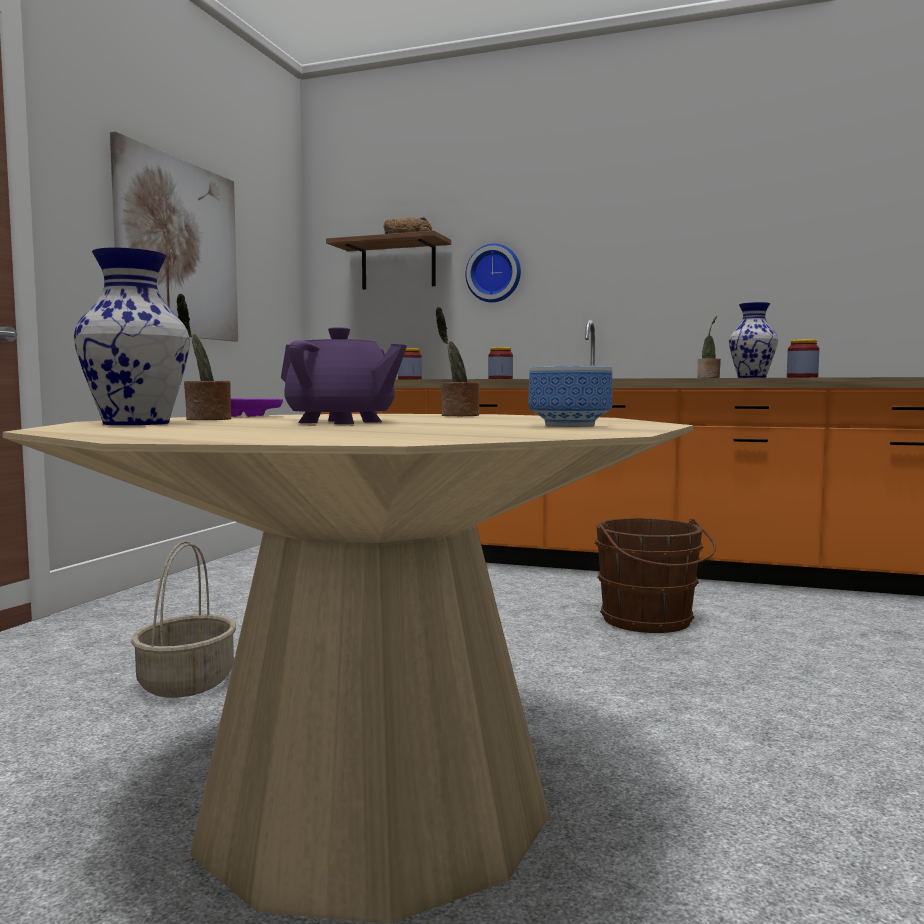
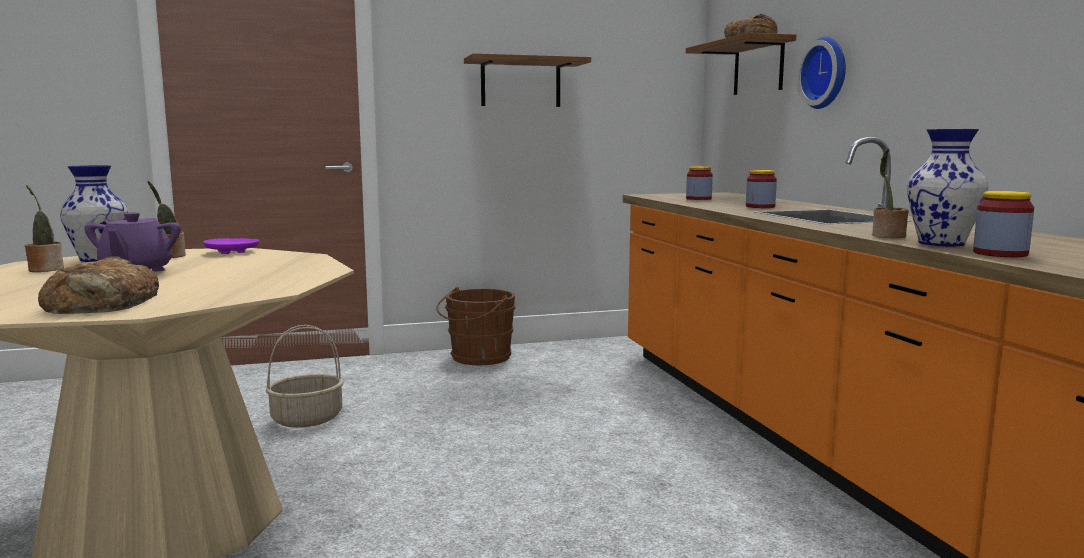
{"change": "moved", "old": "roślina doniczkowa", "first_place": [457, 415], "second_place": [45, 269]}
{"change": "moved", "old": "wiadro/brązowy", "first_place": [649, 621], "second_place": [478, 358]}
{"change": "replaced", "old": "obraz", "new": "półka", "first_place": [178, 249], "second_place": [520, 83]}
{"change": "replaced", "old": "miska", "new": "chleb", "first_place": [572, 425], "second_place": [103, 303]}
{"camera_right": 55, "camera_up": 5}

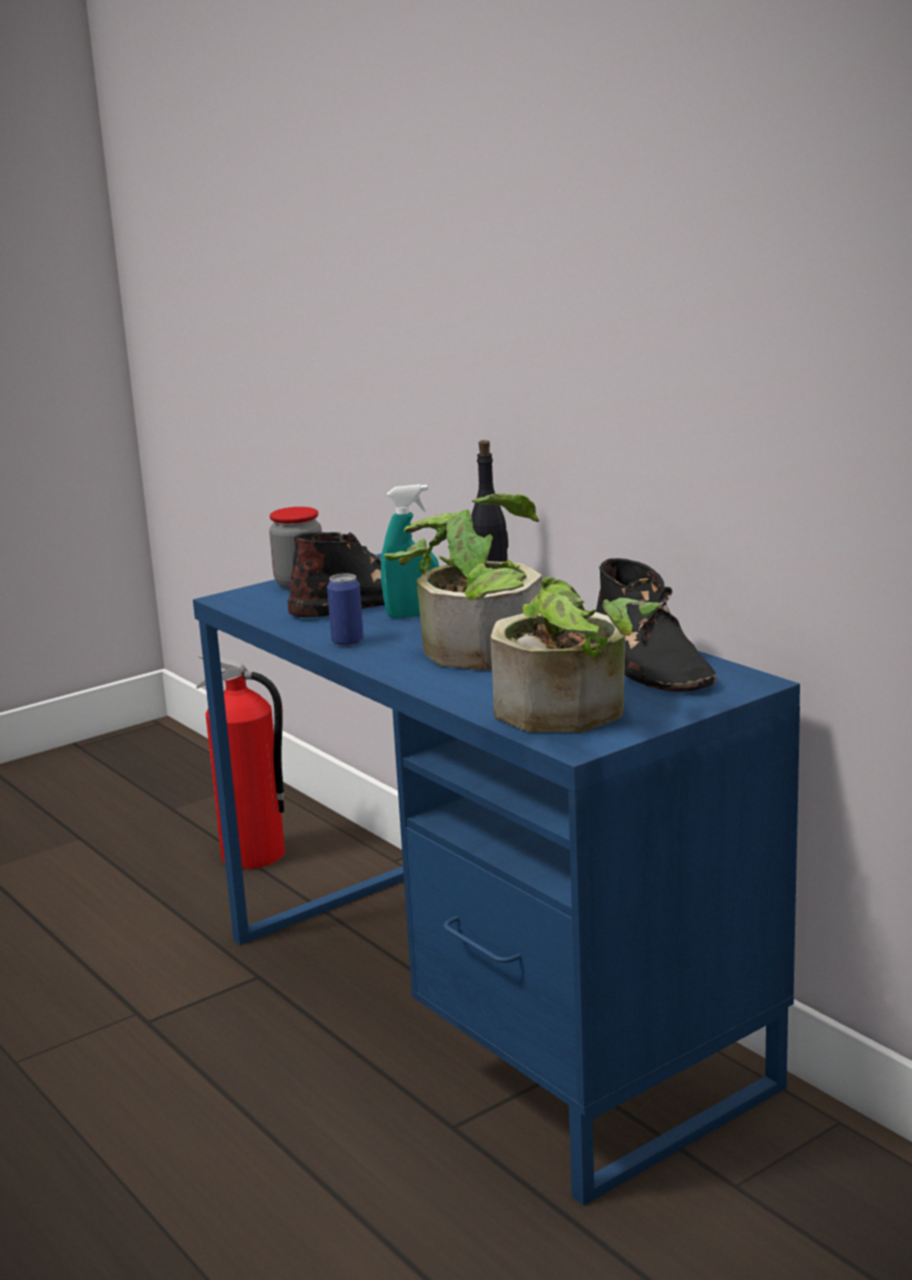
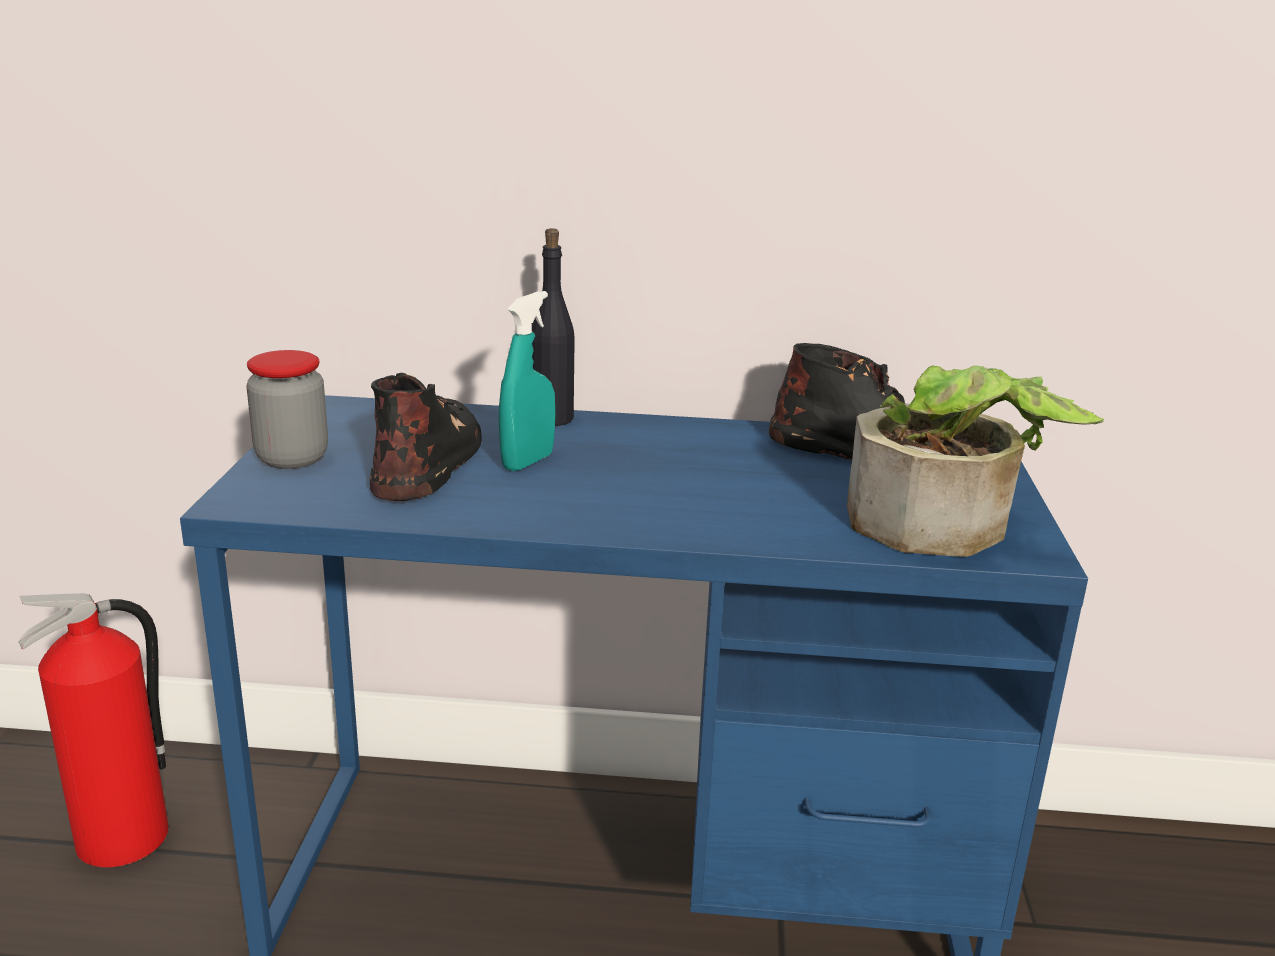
{"change": "removed", "old": "puszka", "first_place": [347, 642]}
{"change": "removed", "old": "roślina doniczkowa", "first_place": [474, 644]}
{"camera_right": -50, "camera_up": 5}

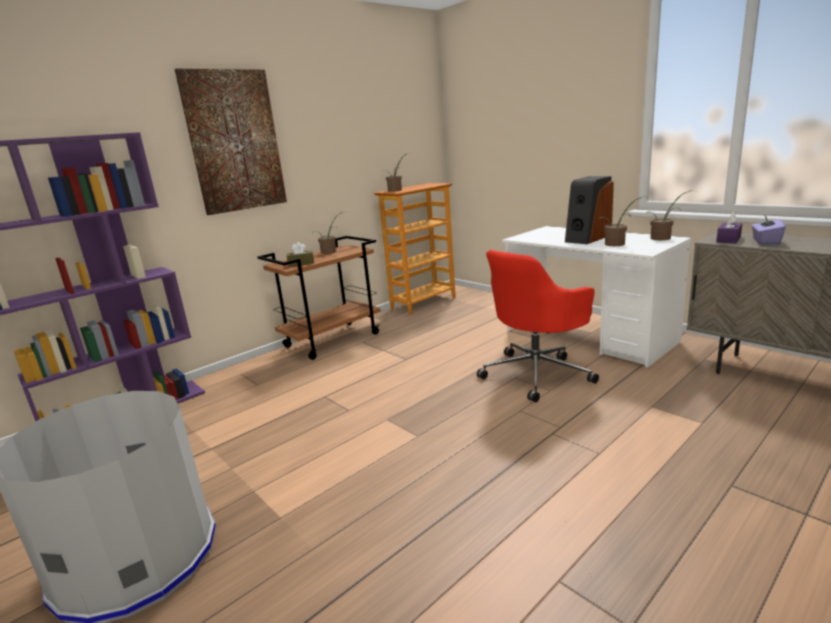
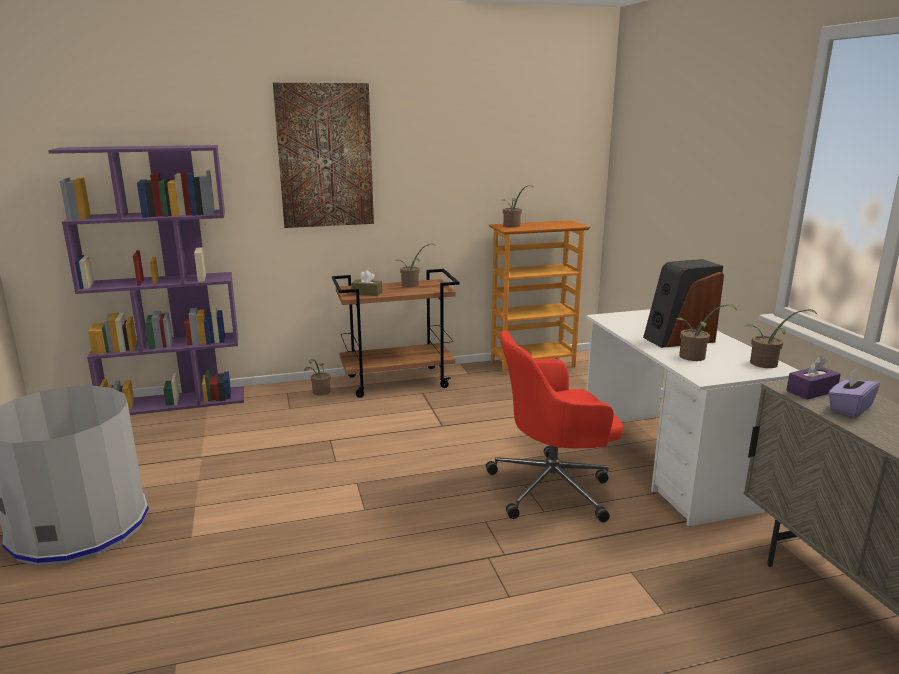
{"change": "added", "new": "roślina doniczkowa", "second_place": [319, 393]}
{"camera_right": 25, "camera_up": 0}

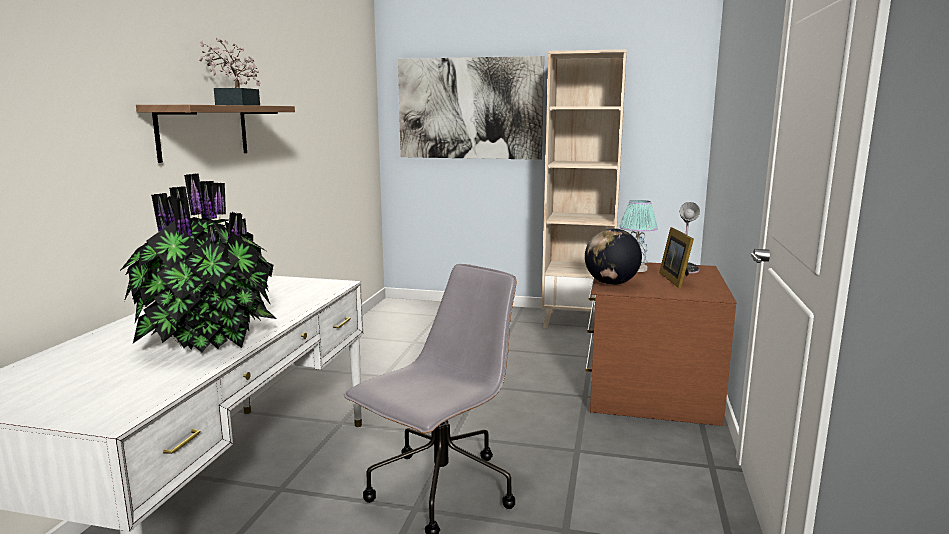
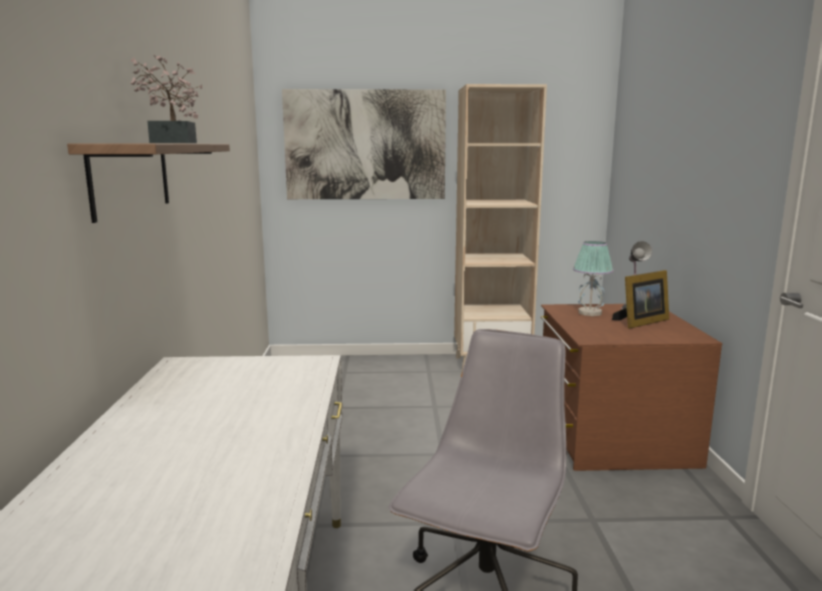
{"change": "removed", "old": "roślina doniczkowa", "first_place": [208, 339]}
{"change": "removed", "old": "globus", "first_place": [611, 283]}
{"change": "turned", "old": "ramka na zdjęcie", "first_place": [676, 279], "second_place": [641, 322], "degrees": -105}
{"camera_right": -15, "camera_up": 0}

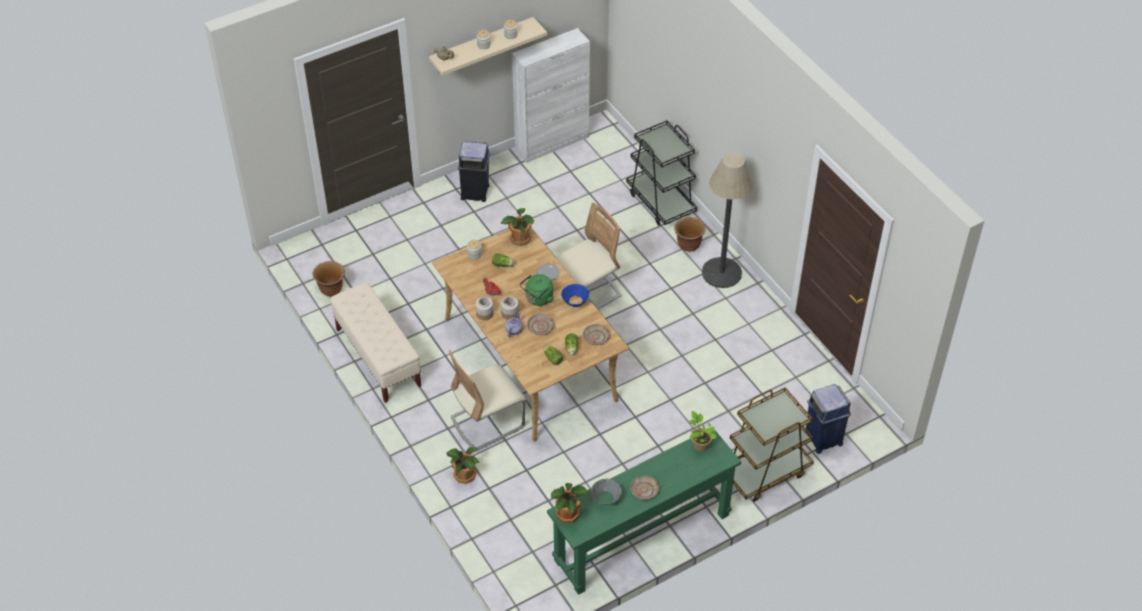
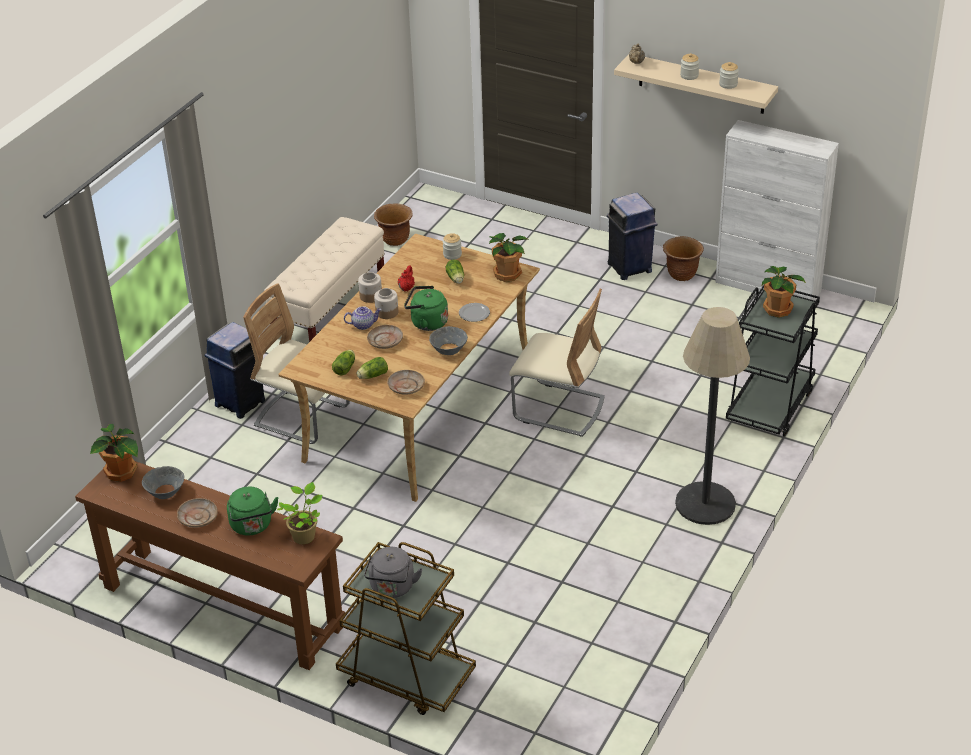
{"change": "added", "new": "czajnik/zielony", "second_place": [252, 526]}
{"change": "added", "new": "czajnik/szary", "second_place": [392, 588]}
{"change": "moved", "old": "roślina doniczkowa", "first_place": [464, 475], "second_place": [778, 309]}
{"change": "moved", "old": "donica/brązowy", "first_place": [688, 245], "second_place": [681, 274]}
{"change": "moved", "old": "kosz na śmieci/niebieski", "first_place": [823, 438], "second_place": [241, 402]}
{"change": "recoloured", "old": "stolik konsolowy/zielony", "new": "stolik konsolowy/brązowy", "first_place": [642, 537], "second_place": [222, 606]}
{"change": "recoloured", "old": "miska/niebieski", "new": "miska/szary", "first_place": [575, 301], "second_place": [449, 349]}
{"camera_right": 60, "camera_up": -10}

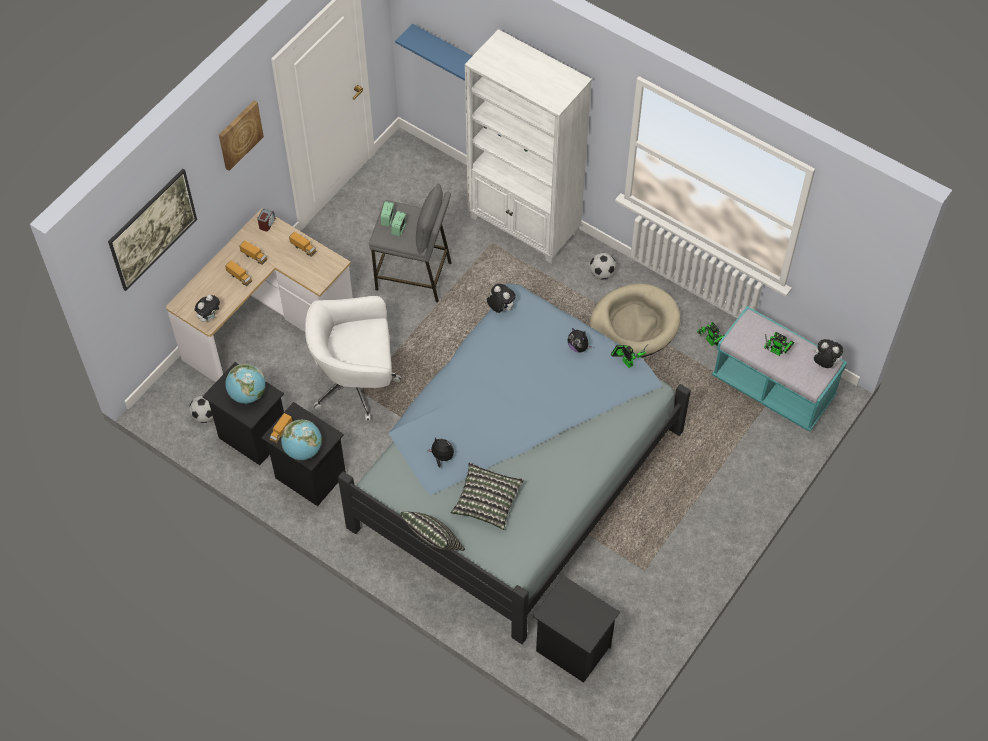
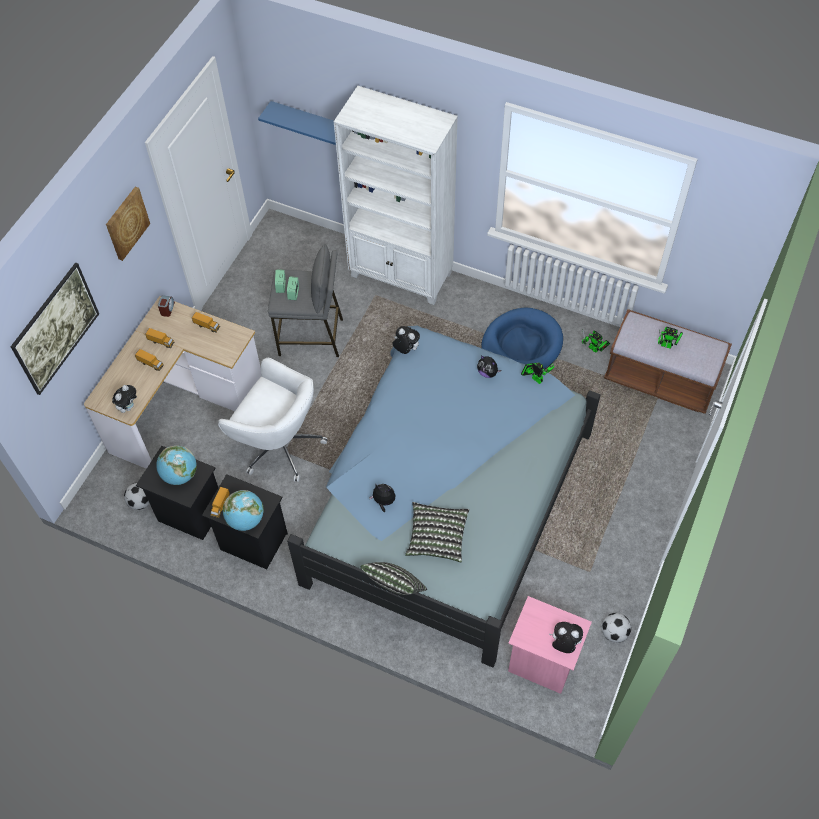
{"change": "moved", "old": "piłka futbolowa", "first_place": [602, 273], "second_place": [614, 632]}
{"change": "moved", "old": "pluszak", "first_place": [824, 363], "second_place": [564, 644]}
{"change": "recoloured", "old": "szafka nocna/czarny", "new": "szafka nocna/różowy", "first_place": [572, 650], "second_place": [541, 663]}
{"change": "recoloured", "old": "legowisko/beżowy", "new": "legowisko/niebieski", "first_place": [634, 324], "second_place": [521, 345]}
{"change": "recoloured", "old": "ławka/turkusowy", "new": "ławka/brązowy", "first_place": [773, 388], "second_place": [660, 380]}
{"change": "turned", "old": "krzesło biurowe/biały", "first_place": [356, 383], "second_place": [279, 444], "degrees": -135}
{"camera_right": -10, "camera_up": 0}

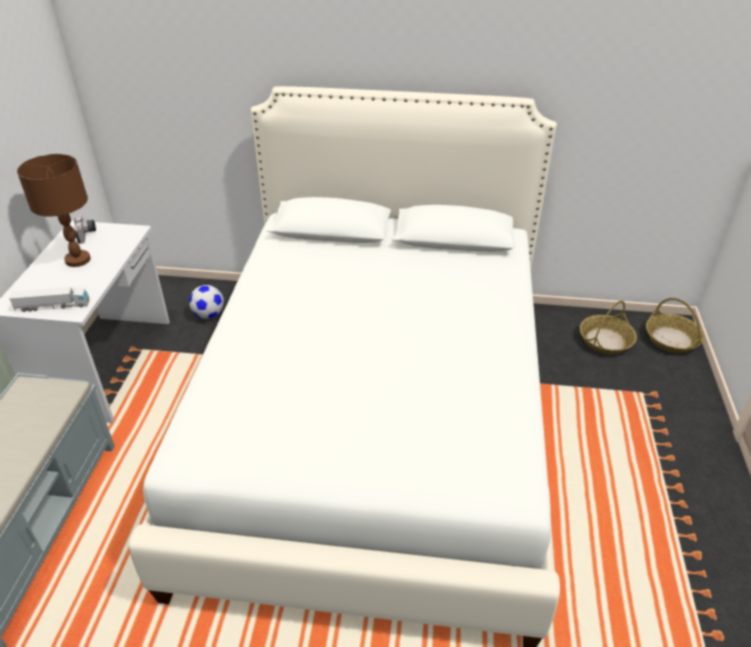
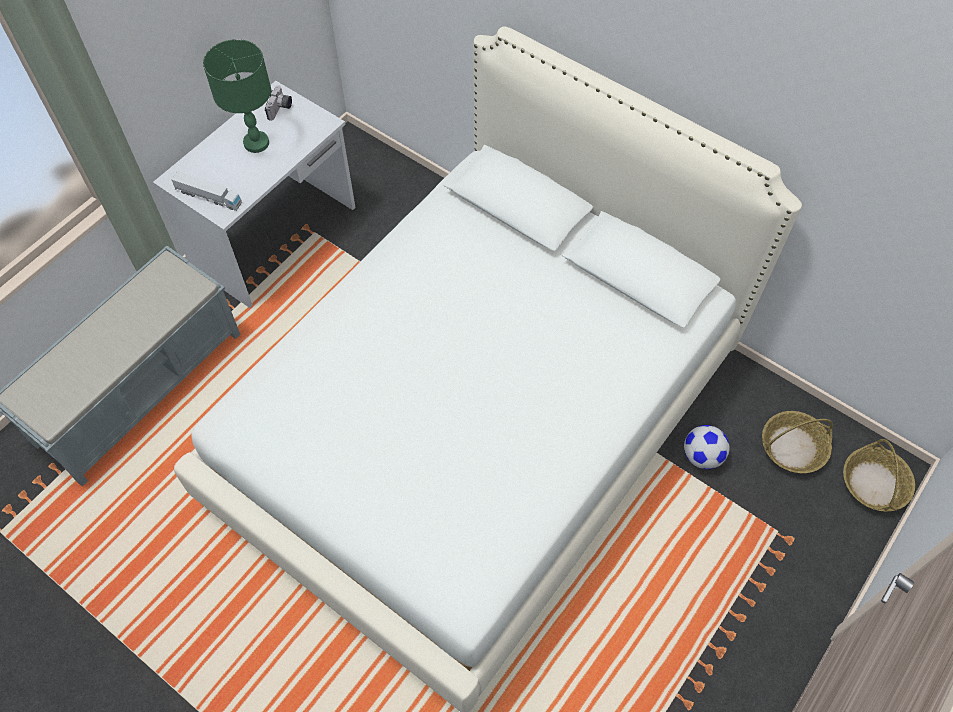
{"change": "moved", "old": "piłka futbolowa", "first_place": [209, 314], "second_place": [702, 456]}
{"change": "recoloured", "old": "lampa stołowa/brązowy", "new": "lampa stołowa/zielony", "first_place": [77, 260], "second_place": [256, 143]}
{"camera_right": 30, "camera_up": 20}

